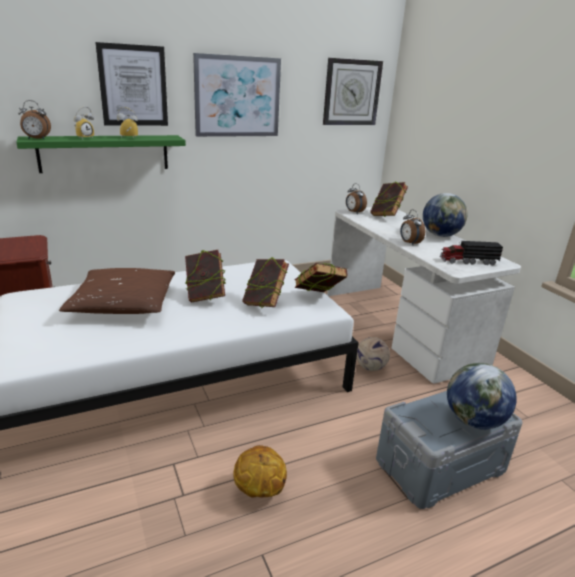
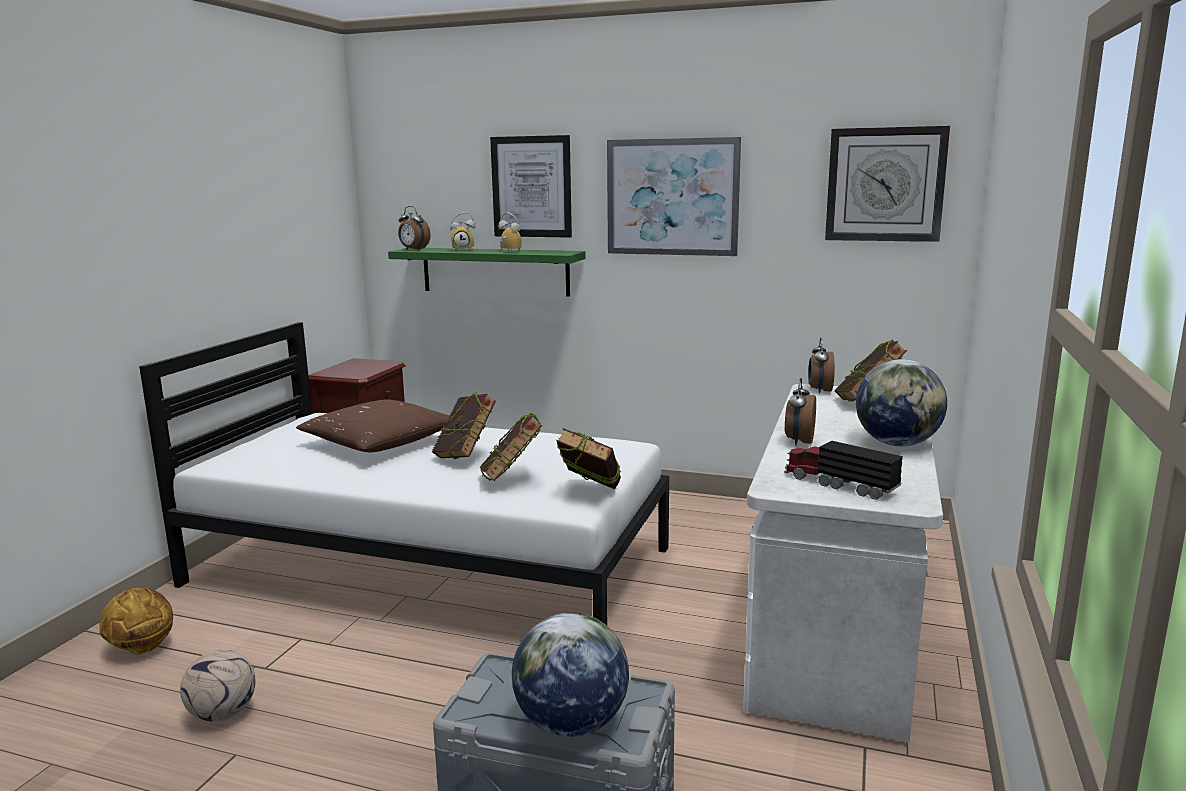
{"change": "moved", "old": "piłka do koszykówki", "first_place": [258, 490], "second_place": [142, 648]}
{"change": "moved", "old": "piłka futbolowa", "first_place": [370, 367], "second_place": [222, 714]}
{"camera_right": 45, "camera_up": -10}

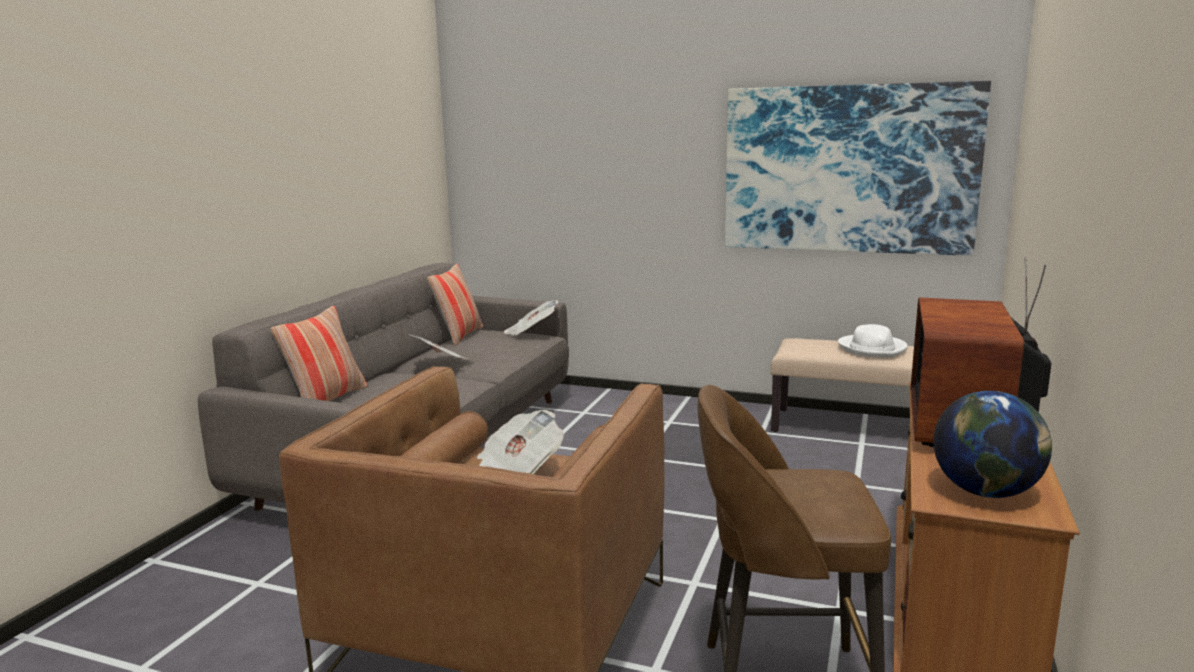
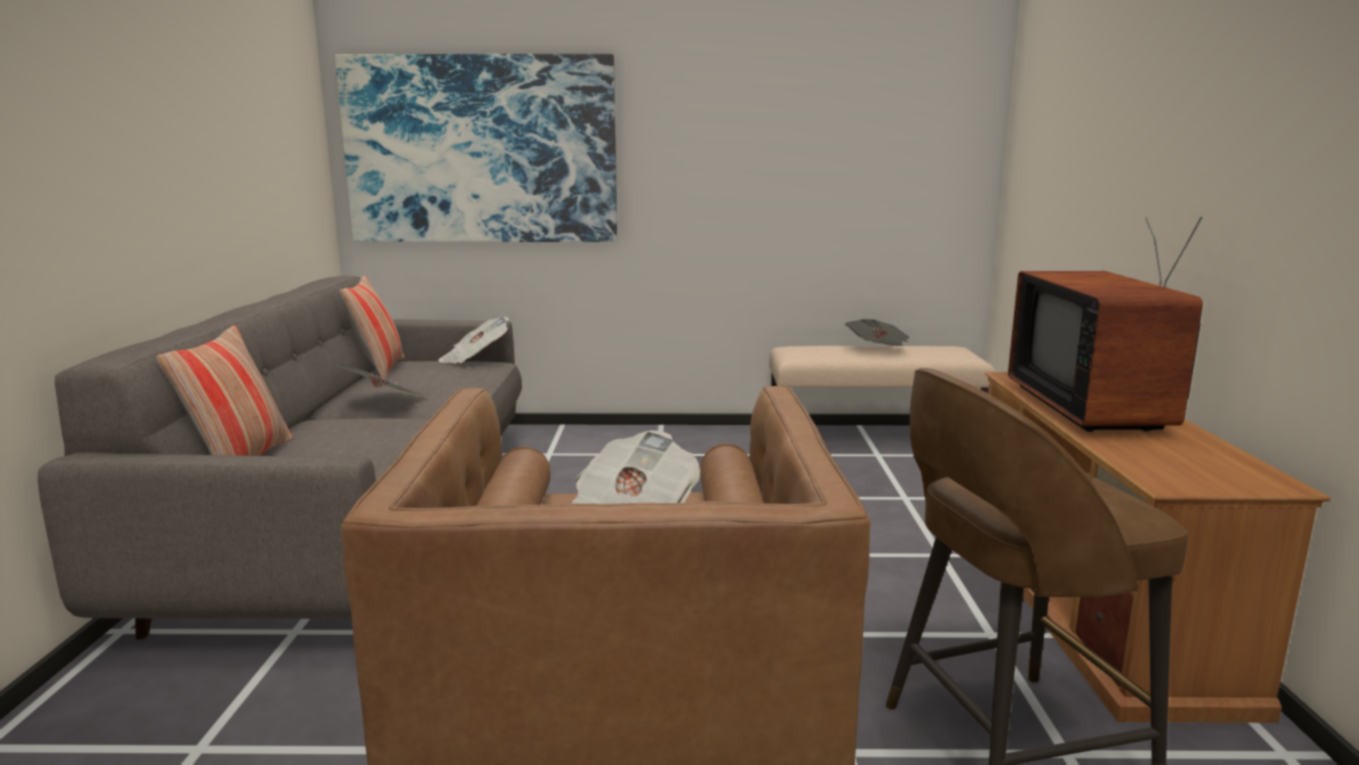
{"change": "removed", "old": "globus", "first_place": [986, 492]}
{"change": "moved", "old": "obraz", "first_place": [848, 169], "second_place": [481, 150]}
{"change": "replaced", "old": "kapelusz/biały", "new": "gazeta", "first_place": [872, 349], "second_place": [878, 350]}
{"camera_right": -20, "camera_up": 0}

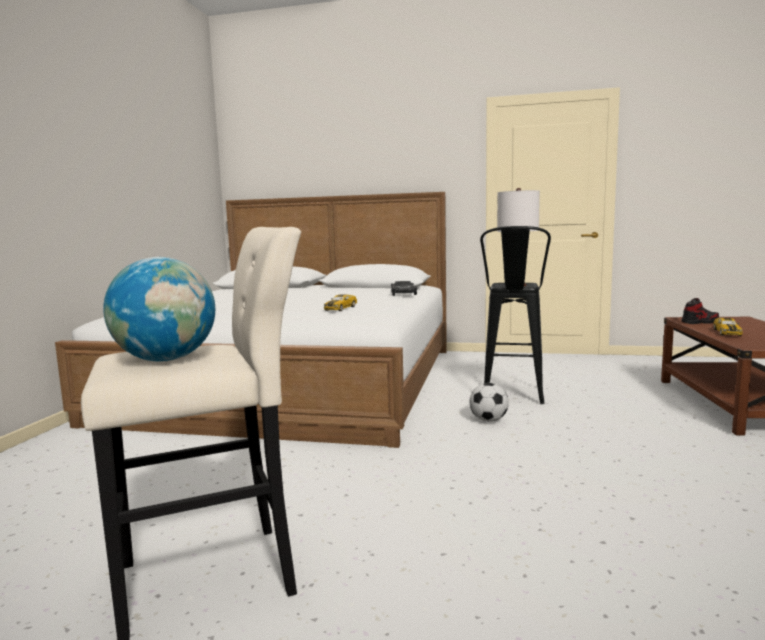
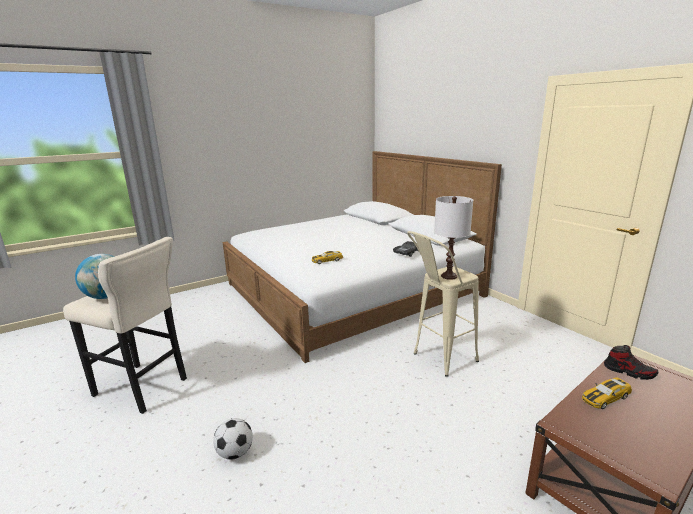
{"change": "moved", "old": "piłka futbolowa", "first_place": [488, 420], "second_place": [235, 453]}
{"change": "recoloured", "old": "stołek/czarny", "new": "stołek/beżowy", "first_place": [512, 398], "second_place": [438, 360]}
{"camera_right": 45, "camera_up": 10}

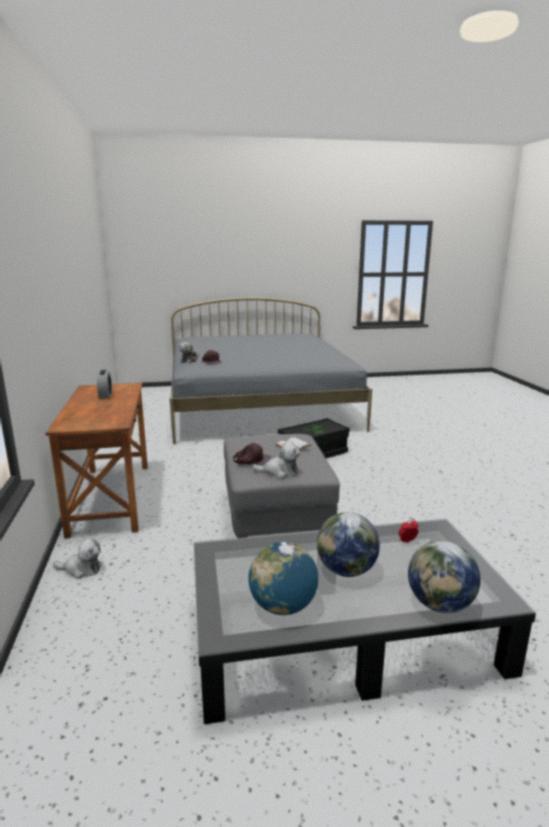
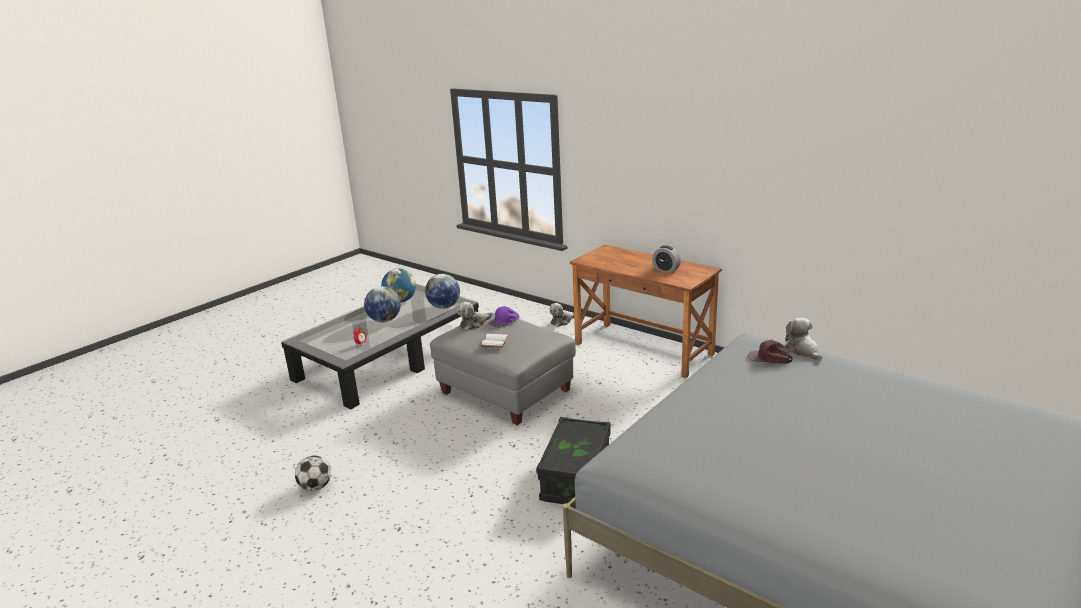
{"change": "added", "new": "piłka futbolowa", "second_place": [316, 487]}
{"change": "moved", "old": "globus", "first_place": [440, 605], "second_place": [444, 307]}
{"change": "recoloured", "old": "czapka z daszkiem/brązowy", "new": "czapka z daszkiem/fioletowy", "first_place": [253, 460], "second_place": [504, 321]}
{"camera_right": 140, "camera_up": 5}

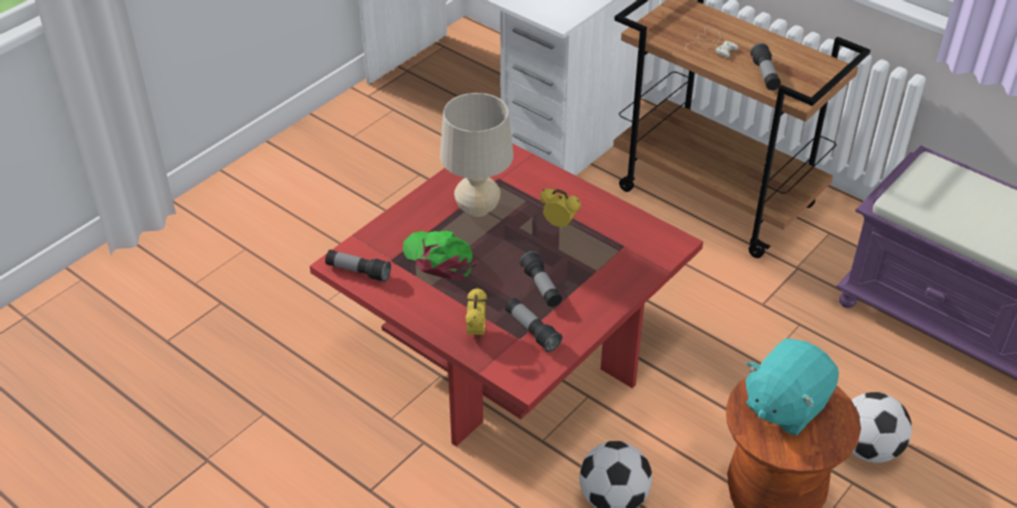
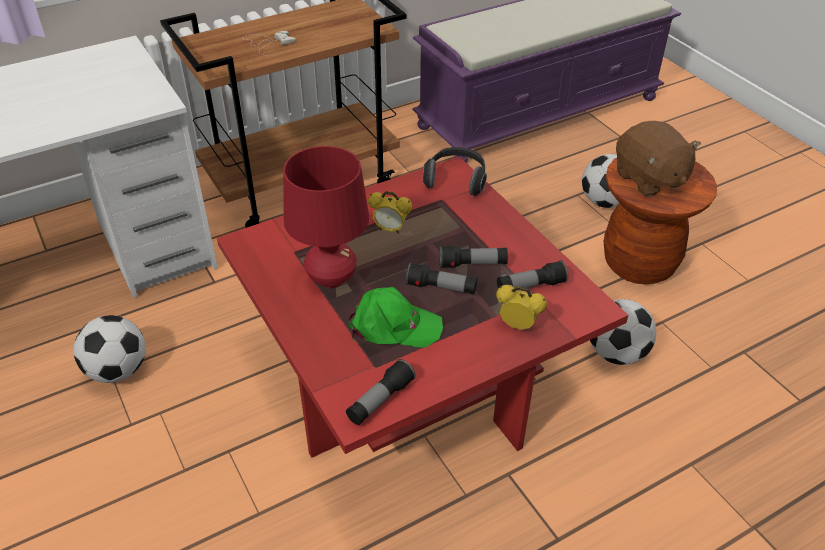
{"change": "added", "new": "piłka futbolowa", "second_place": [118, 370]}
{"change": "added", "new": "słuchawki", "second_place": [456, 180]}
{"change": "moved", "old": "latarka", "first_place": [765, 75], "second_place": [441, 288]}
{"change": "recoloured", "old": "lampa stołowa/beżowy", "new": "lampa stołowa/czerwony", "first_place": [478, 208], "second_place": [331, 278]}
{"change": "recoloured", "old": "pluszak/turkusowy", "new": "pluszak/brązowy", "first_place": [785, 405], "second_place": [649, 179]}
{"change": "turned", "old": "czapka z daszkiem/zielony", "first_place": [439, 258], "second_place": [393, 326], "degrees": -150}
{"change": "turned", "old": "budzik", "first_place": [559, 224], "second_place": [390, 229], "degrees": -120}
{"camera_right": -70, "camera_up": 0}

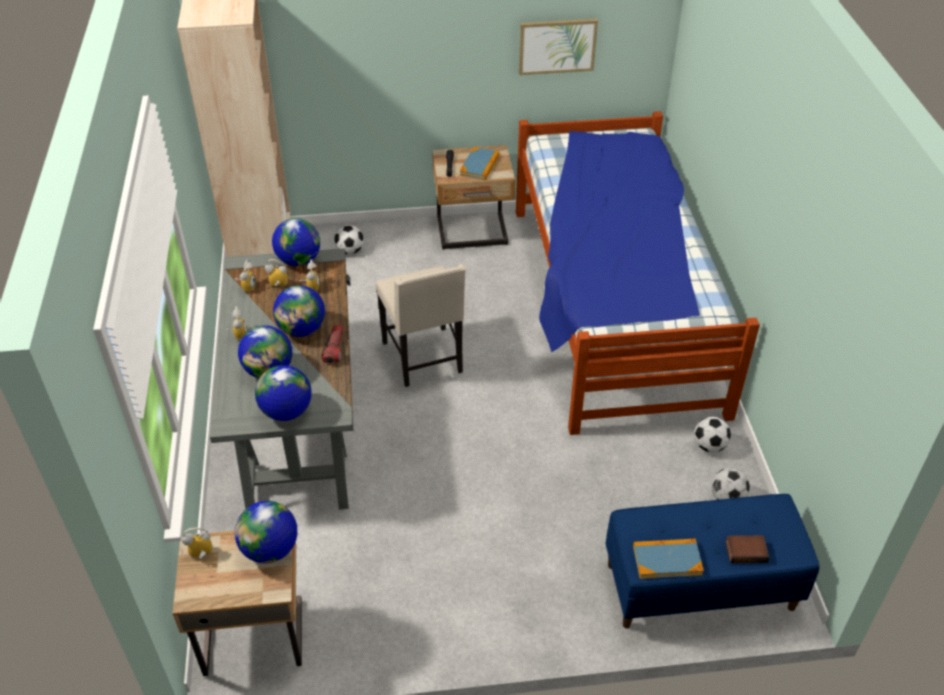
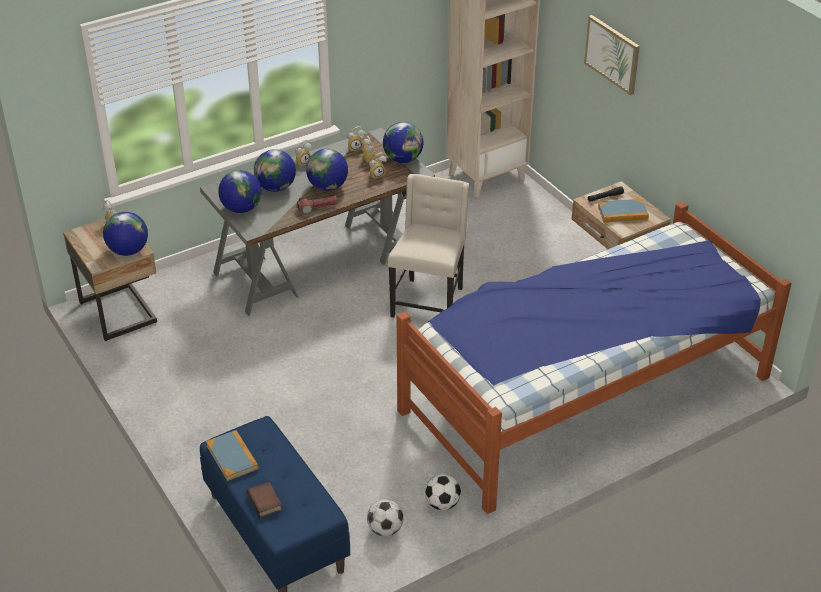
{"change": "removed", "old": "piłka futbolowa", "first_place": [350, 251]}
{"change": "moved", "old": "obraz", "first_place": [557, 46], "second_place": [612, 54]}
{"change": "turned", "old": "krzesło/beżowy", "first_place": [424, 358], "second_place": [429, 302], "degrees": 150}
{"camera_right": 65, "camera_up": -5}

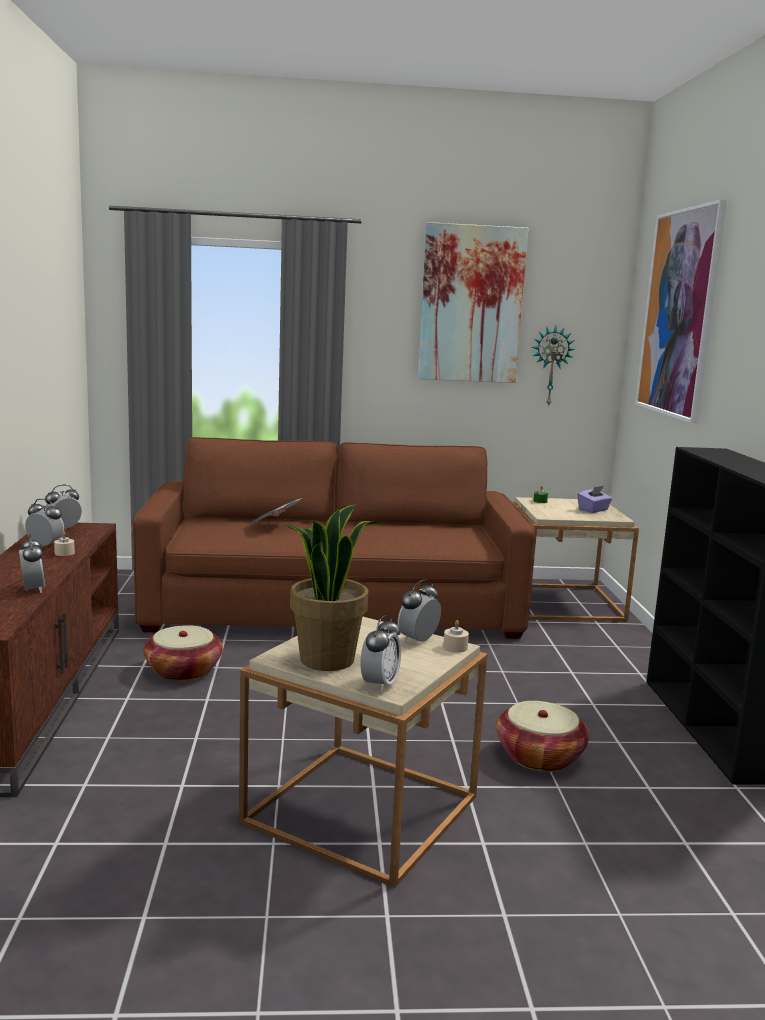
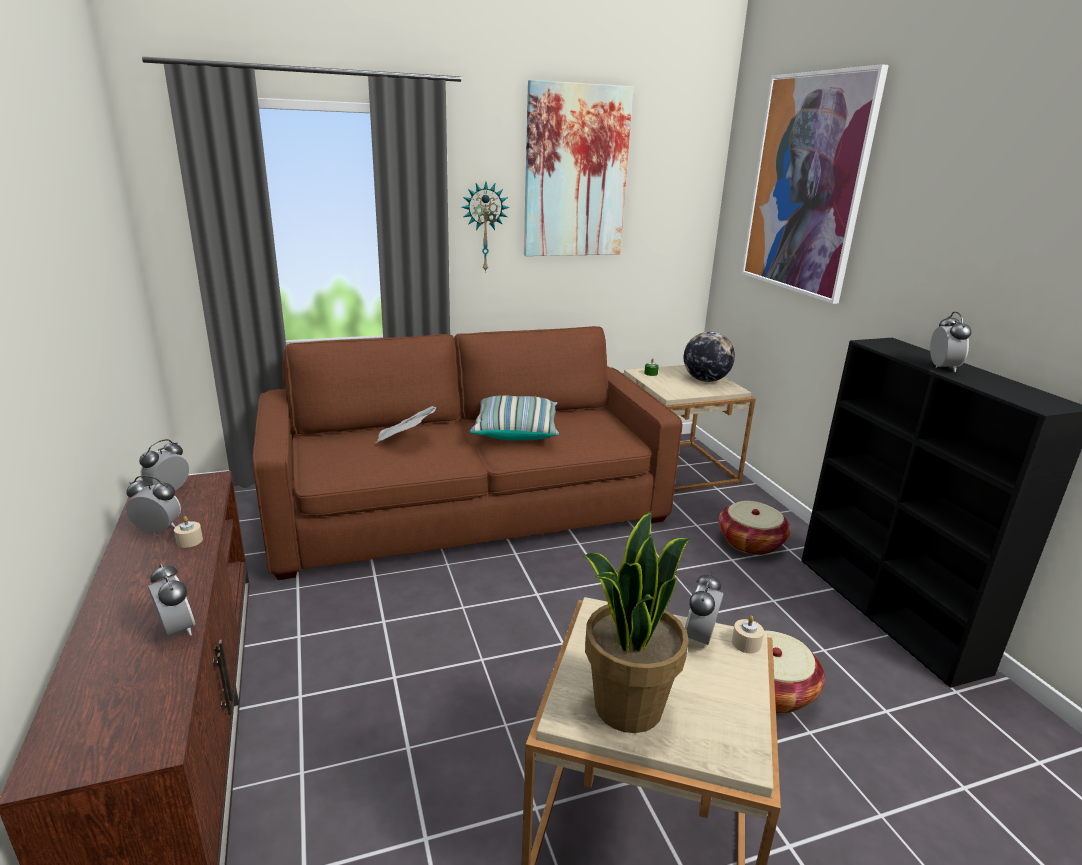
{"change": "added", "new": "poduszka", "second_place": [515, 431]}
{"change": "moved", "old": "koszyk", "first_place": [183, 671], "second_place": [750, 543]}
{"change": "moved", "old": "budzik", "first_place": [379, 684], "second_place": [942, 368]}
{"change": "moved", "old": "zegar ścienny", "first_place": [551, 366], "second_place": [484, 227]}
{"change": "replaced", "old": "pudełko chusteczek/fioletowy", "new": "globus", "first_place": [593, 510], "second_place": [705, 380]}
{"camera_right": -15, "camera_up": 10}

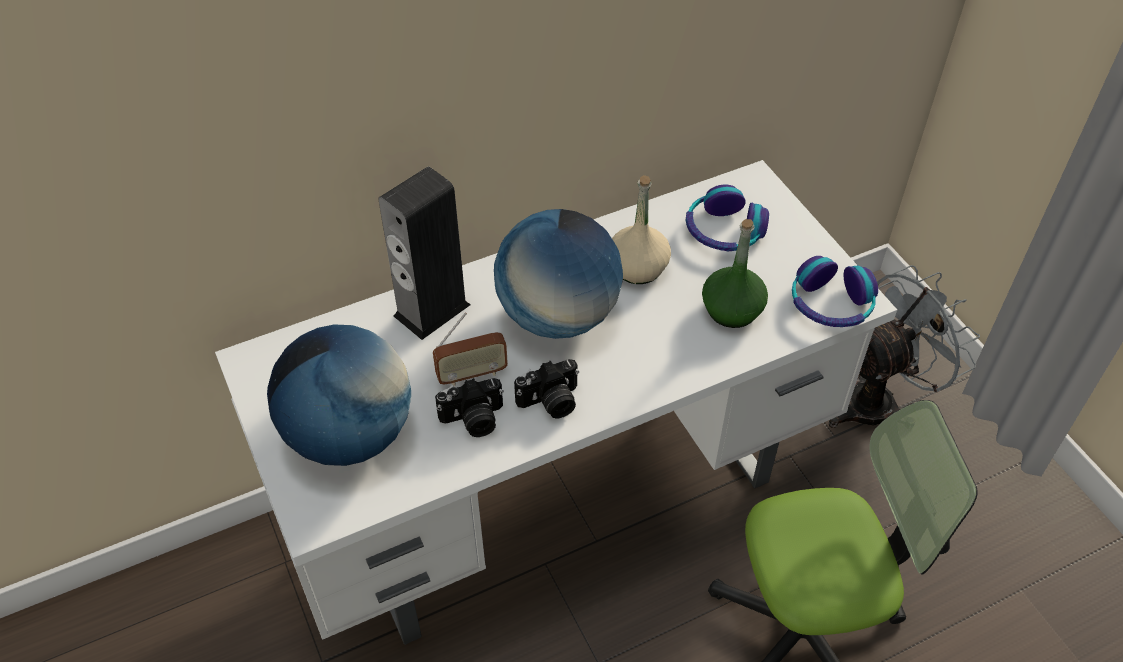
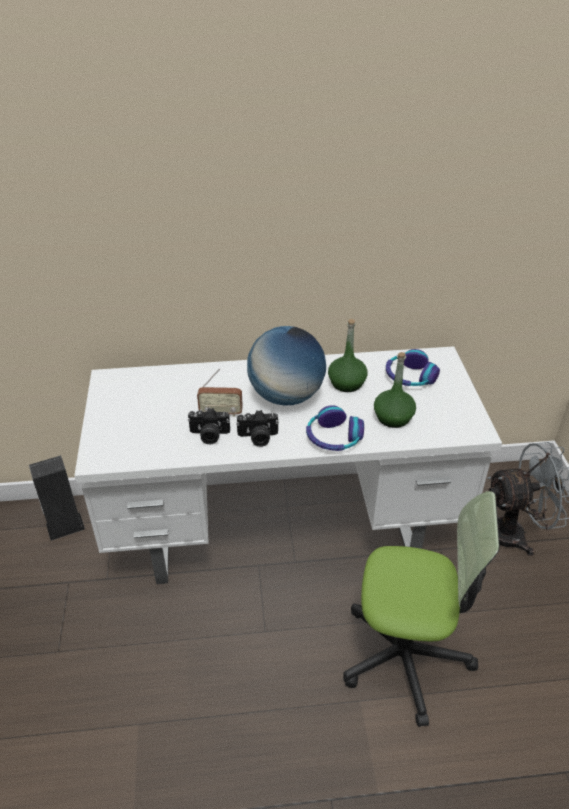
{"change": "removed", "old": "globus", "first_place": [350, 435]}
{"change": "moved", "old": "głośnik", "first_place": [432, 310], "second_place": [65, 526]}
{"change": "moved", "old": "słuchawki", "first_place": [830, 304], "second_place": [333, 437]}
{"change": "recoloured", "old": "butelka/beżowy", "new": "butelka/zielony", "first_place": [638, 267], "second_place": [347, 383]}
{"camera_right": 20, "camera_up": -10}

